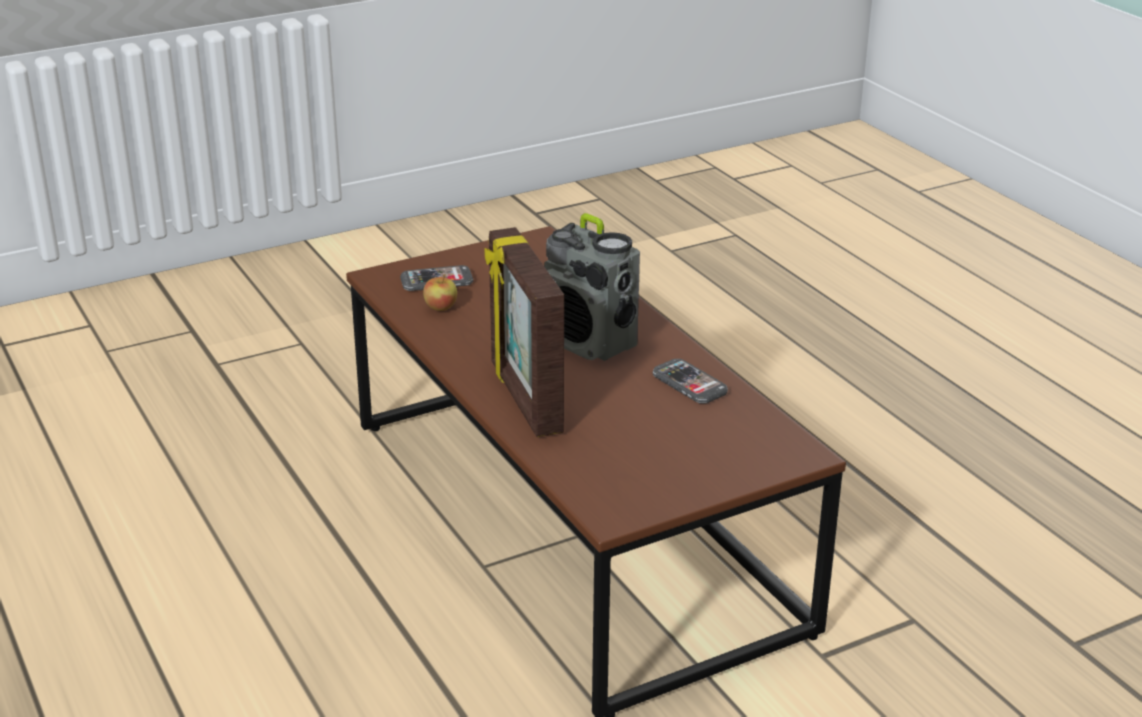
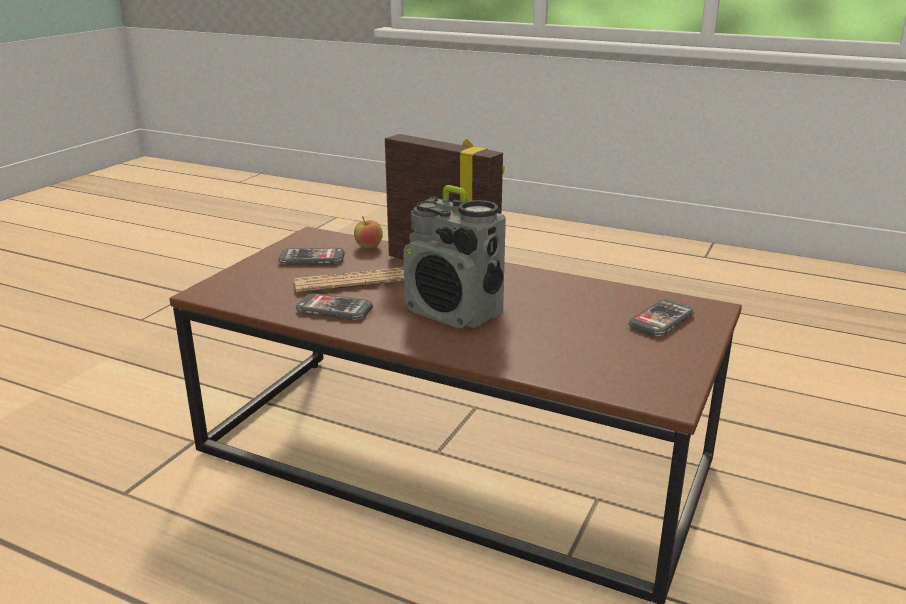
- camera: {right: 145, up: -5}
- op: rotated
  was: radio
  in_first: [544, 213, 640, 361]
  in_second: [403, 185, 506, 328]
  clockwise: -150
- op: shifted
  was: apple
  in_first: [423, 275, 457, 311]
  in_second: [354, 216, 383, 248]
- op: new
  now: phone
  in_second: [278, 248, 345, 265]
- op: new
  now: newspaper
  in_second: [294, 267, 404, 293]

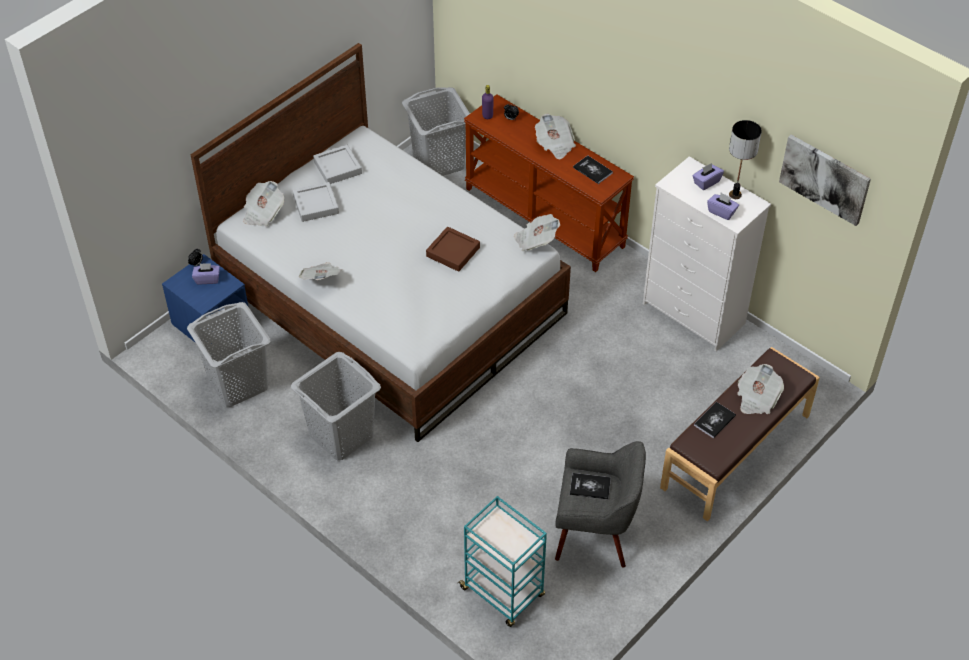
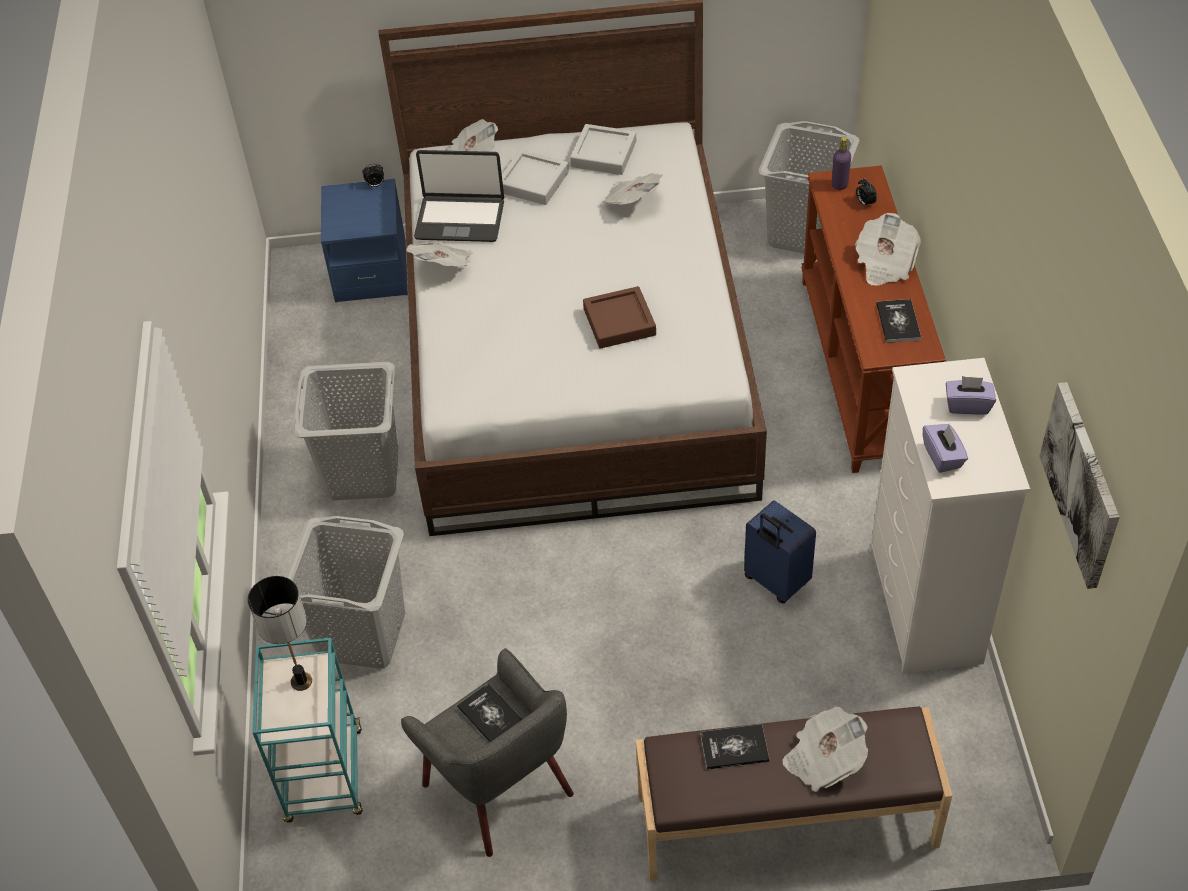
- camera: {right: 45, up: 0}
- op: shifted
  was: table lamp
  in_first: [729, 120, 762, 199]
  in_second: [248, 576, 312, 691]
- op: shifted
  was: newspaper
  in_first: [514, 214, 560, 251]
  in_second: [602, 173, 663, 205]
- op: gone
  was: tissue box (purple)
  in_first: [192, 263, 220, 284]
- op: shifted
  was: laundry basket (grey)
  in_first: [187, 302, 270, 407]
  in_second: [286, 516, 405, 668]
- op: new
  now: laptop
  in_second: [414, 150, 504, 242]
- op: new
  now: suitcase (blue)
  in_second: [744, 500, 816, 603]

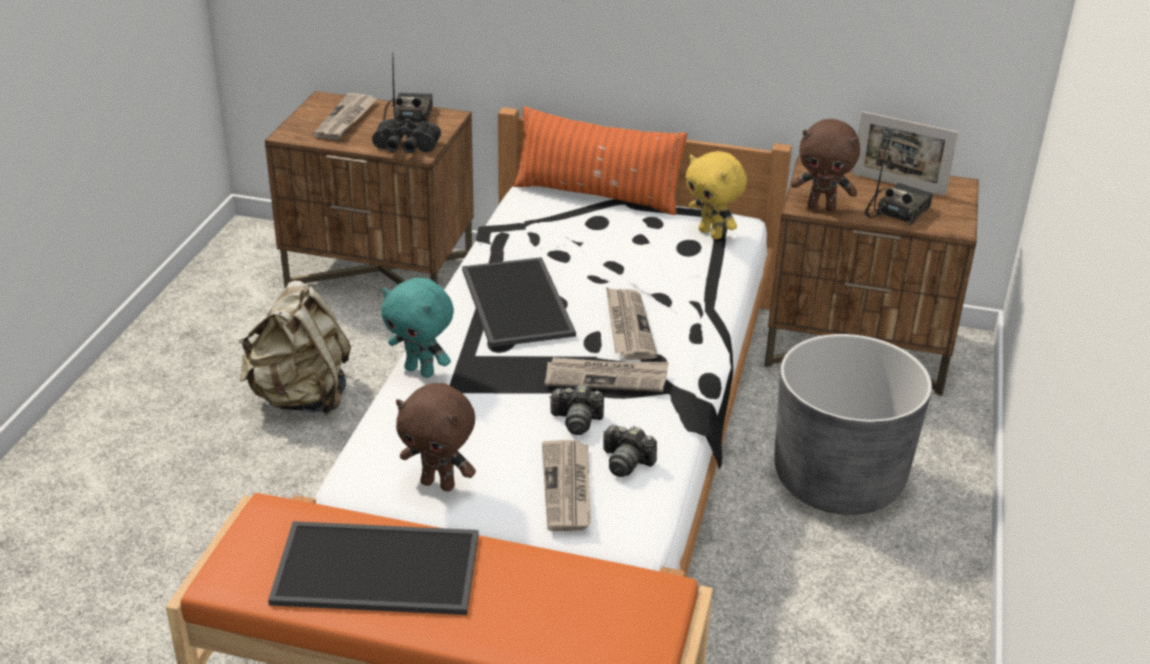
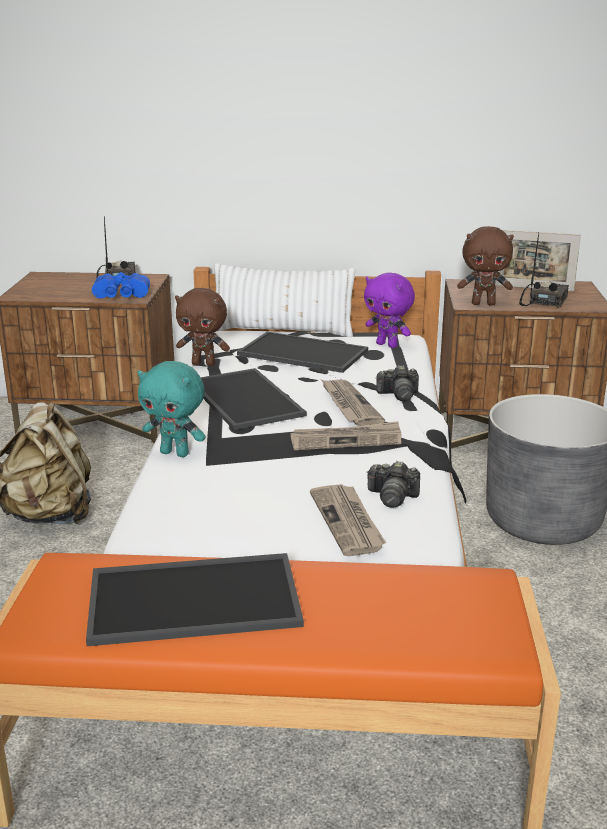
- camera: {right: -10, up: -10}
- op: gone
  was: newspaper
  in_first: [313, 93, 377, 140]
- op: repainted
  was: pillow (orange)
  now: pillow (white)
  in_first: [514, 106, 687, 215]
  in_second: [214, 263, 355, 337]
- op: repainted
  was: binoculars (black)
  now: binoculars (blue)
  in_first: [372, 119, 441, 153]
  in_second: [92, 272, 150, 298]
- op: repainted
  was: plush toy (yellow)
  now: plush toy (purple)
  in_first: [685, 151, 747, 240]
  in_second: [364, 273, 415, 348]
- op: shifted
  was: plush toy (brown)
  in_first: [396, 383, 476, 492]
  in_second: [175, 288, 230, 366]
- op: shifted
  was: photo camera
  in_first: [549, 385, 604, 435]
  in_second: [376, 365, 419, 401]
- op: new
  now: tray
  in_second: [237, 332, 368, 373]

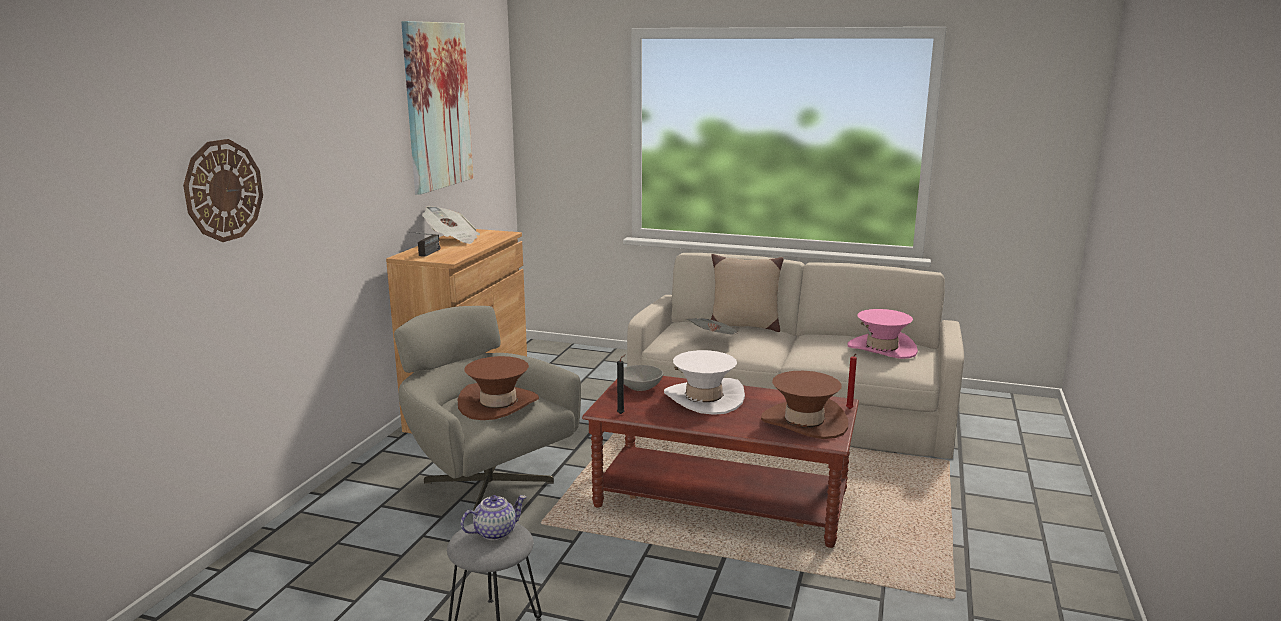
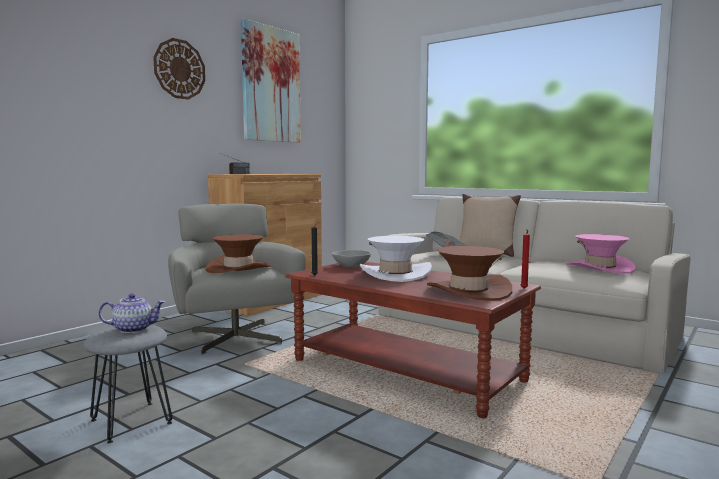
- camera: {right: 20, up: -10}
- op: shifted
  was: wall clock
  in_first: [183, 139, 263, 242]
  in_second: [153, 38, 205, 100]
- op: gone
  was: newspaper
  in_first: [422, 206, 480, 244]

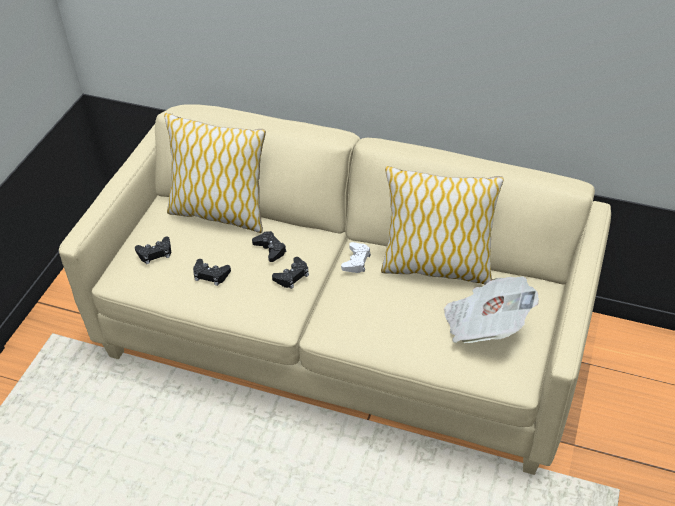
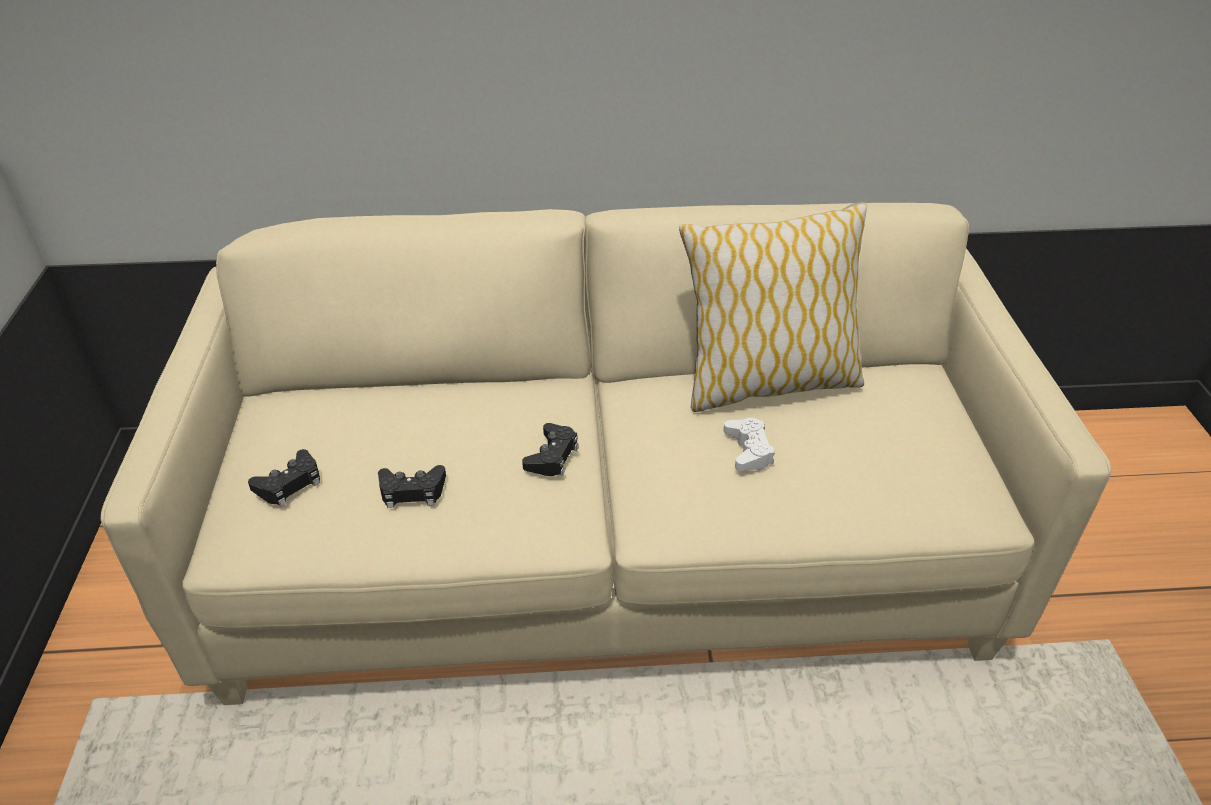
- camera: {right: -25, up: -5}
- op: gone
  was: pillow
  in_first: [164, 113, 266, 233]
- op: gone
  was: game controller (black)
  in_first: [252, 231, 287, 262]
- op: shifted
  was: game controller (white)
  in_first: [341, 242, 371, 273]
  in_second: [723, 418, 774, 471]
- op: gone
  was: newspaper
  in_first: [444, 276, 539, 343]

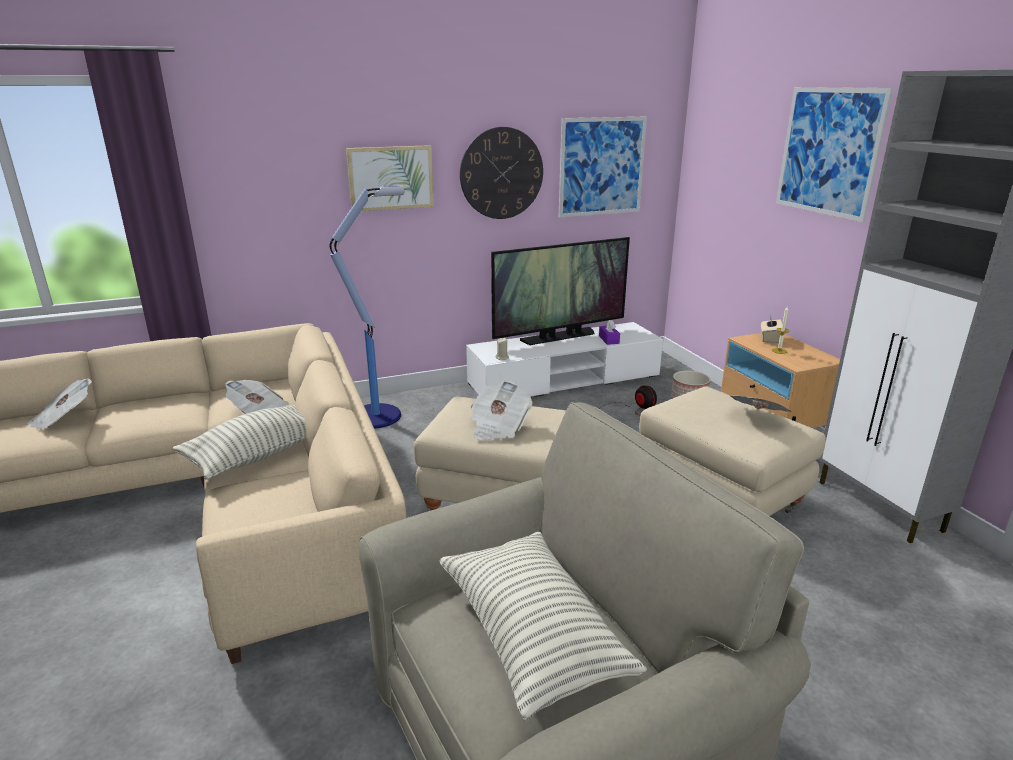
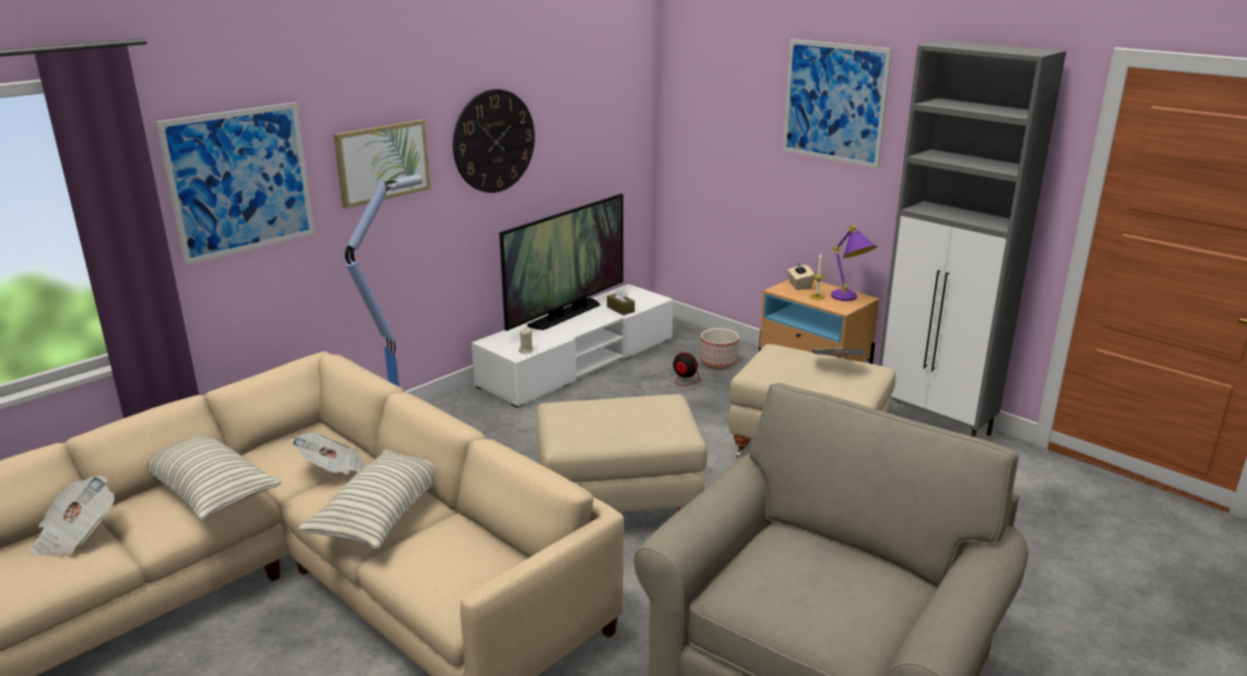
- camera: {right: -25, up: 0}
- op: shifted
  was: picture
  in_first: [559, 117, 647, 217]
  in_second: [156, 102, 315, 265]
- op: repainted
  was: tissue box (purple)
  now: tissue box (brown)
  in_first: [599, 320, 620, 345]
  in_second: [607, 287, 635, 315]
- op: gone
  was: newspaper
  in_first: [471, 381, 532, 441]
- op: shifted
  was: pillow
  in_first: [439, 532, 647, 722]
  in_second: [146, 435, 281, 521]
- op: new
  now: table lamp (purple)
  in_second: [831, 225, 878, 301]

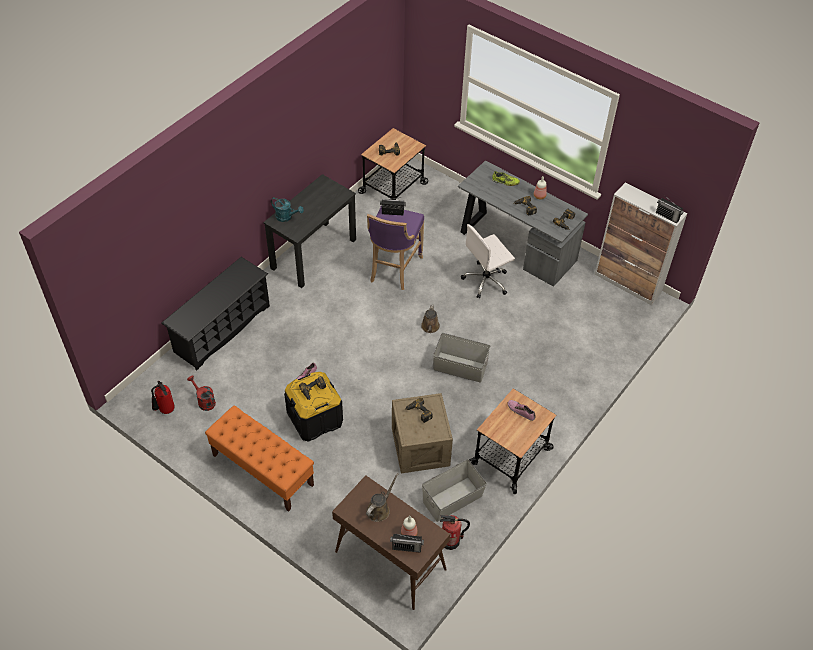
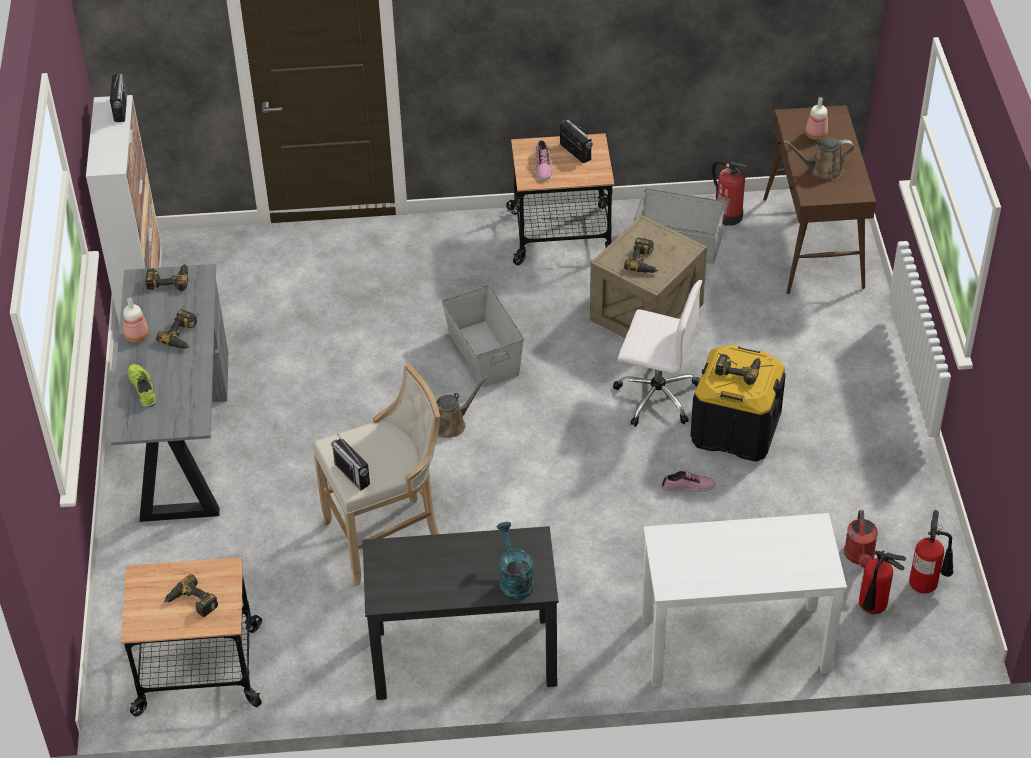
- camera: {right: -130, up: -5}
- op: repainted
  was: stool (purple)
  now: stool (beige)
  in_first: [367, 205, 424, 290]
  in_second: [313, 364, 440, 586]
- op: shifted
  was: office chair (white)
  in_first: [461, 224, 515, 299]
  in_second: [613, 280, 702, 427]
- op: swapped
  was: shoe rack (black)
  now: desk (white)
  in_first: [161, 257, 270, 370]
  in_second: [641, 513, 847, 687]
- op: gone
  was: bench (orange)
  in_first: [205, 406, 314, 512]
- op: shifted
  was: radio
  in_first: [390, 534, 424, 553]
  in_second: [560, 120, 593, 163]
- op: new
  now: fire extinguisher
  in_second: [859, 551, 906, 614]

